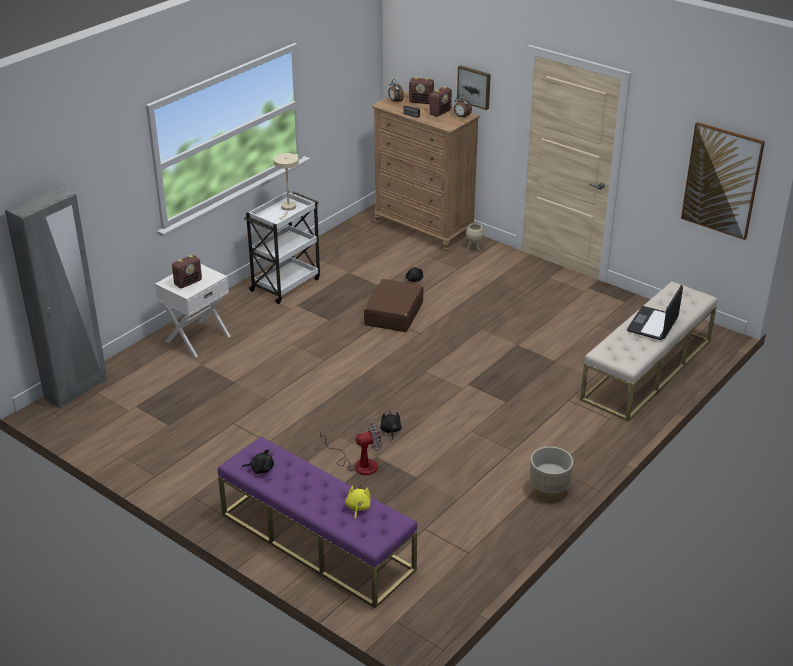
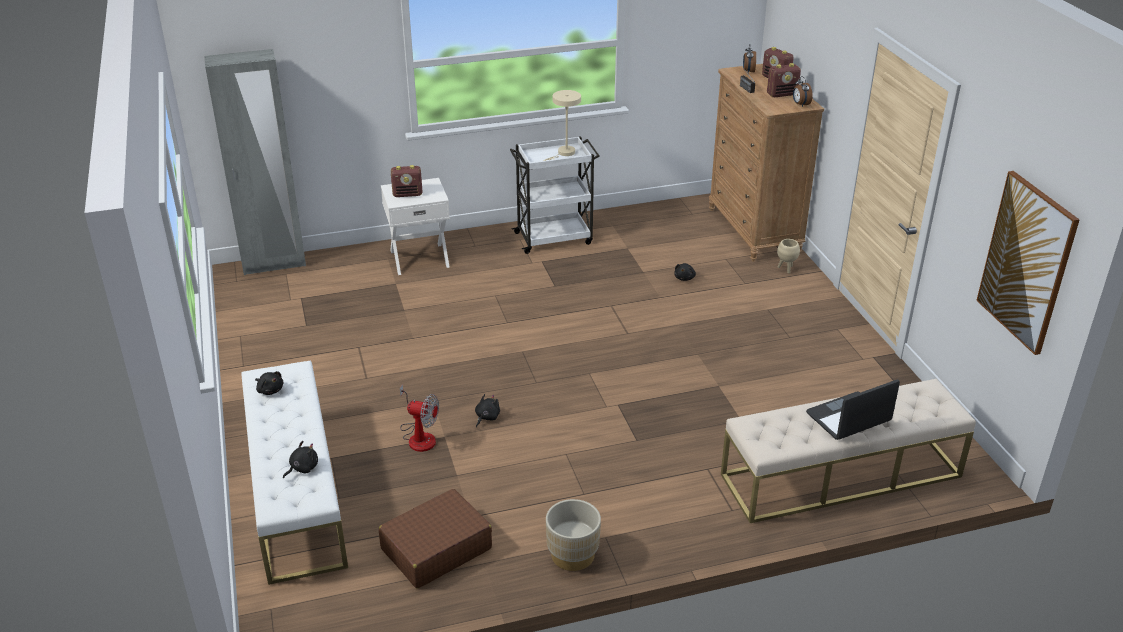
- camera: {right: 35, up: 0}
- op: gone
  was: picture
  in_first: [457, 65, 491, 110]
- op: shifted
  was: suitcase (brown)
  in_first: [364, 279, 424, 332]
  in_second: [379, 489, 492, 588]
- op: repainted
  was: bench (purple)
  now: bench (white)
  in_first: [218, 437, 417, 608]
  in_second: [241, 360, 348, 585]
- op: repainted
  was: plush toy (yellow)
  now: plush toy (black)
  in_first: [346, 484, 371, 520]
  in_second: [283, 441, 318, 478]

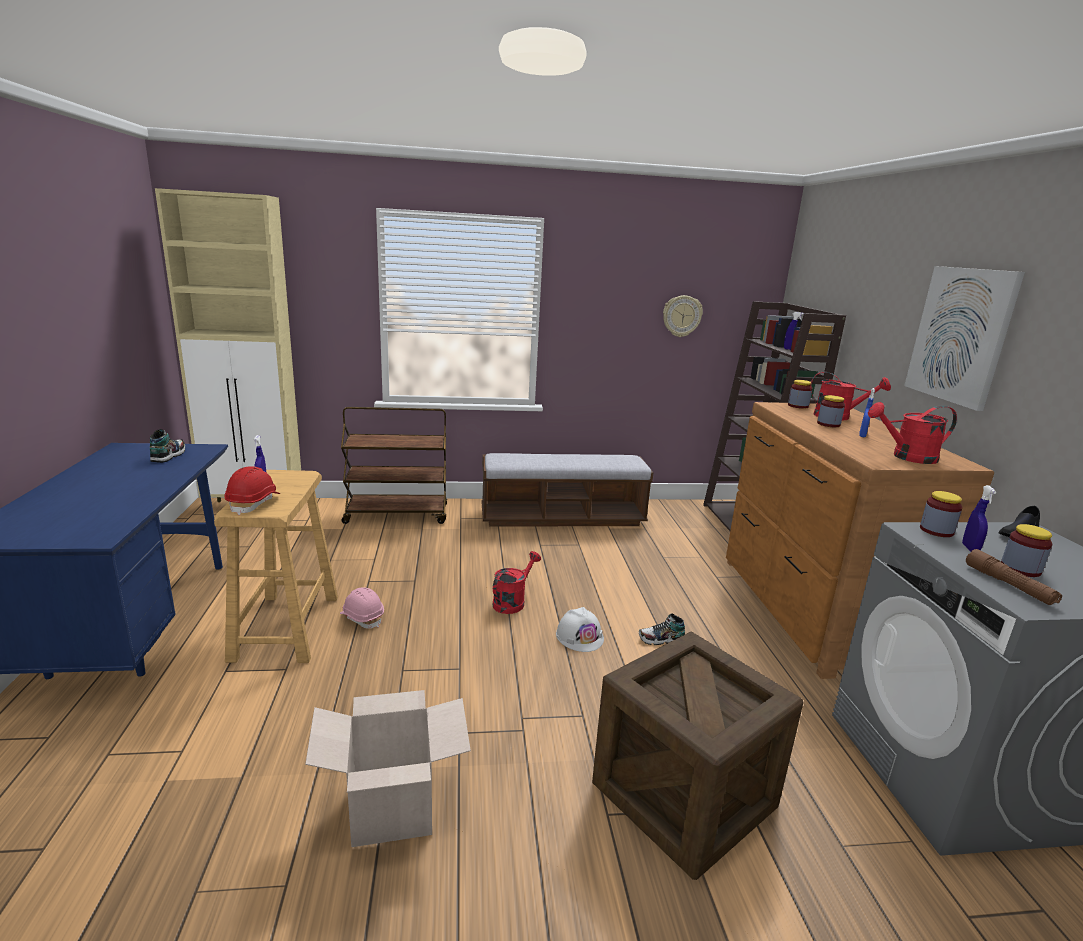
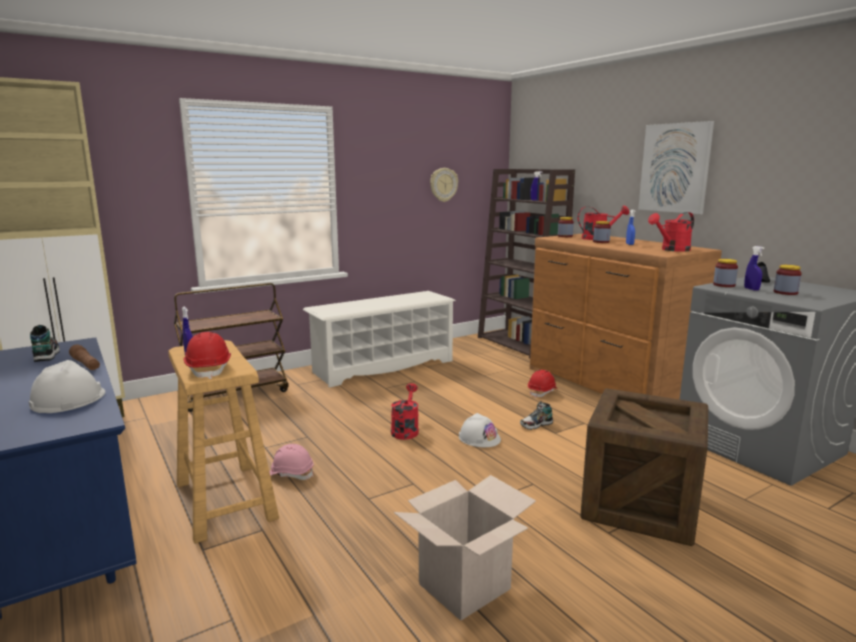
- camera: {right: -25, up: -5}
- op: swapped
  was: bench
  now: shoe rack (white)
  in_first: [481, 453, 653, 526]
  in_second: [303, 291, 456, 388]
- op: shifted
  was: flashlight (brown)
  in_first: [966, 549, 1062, 605]
  in_second: [69, 345, 100, 370]
- op: new
  now: hard hat (white)
  in_second: [29, 360, 105, 413]
- op: new
  now: hard hat (red)
  in_second: [528, 370, 557, 398]

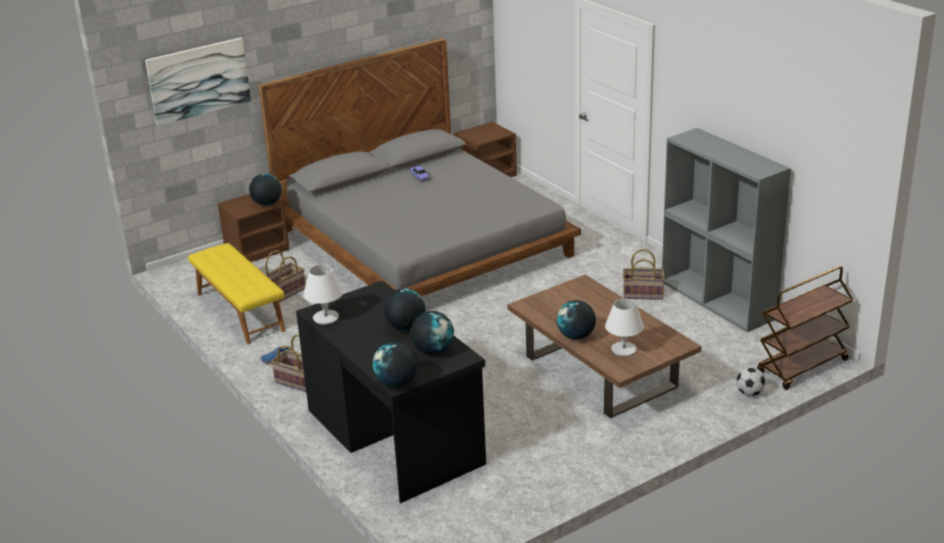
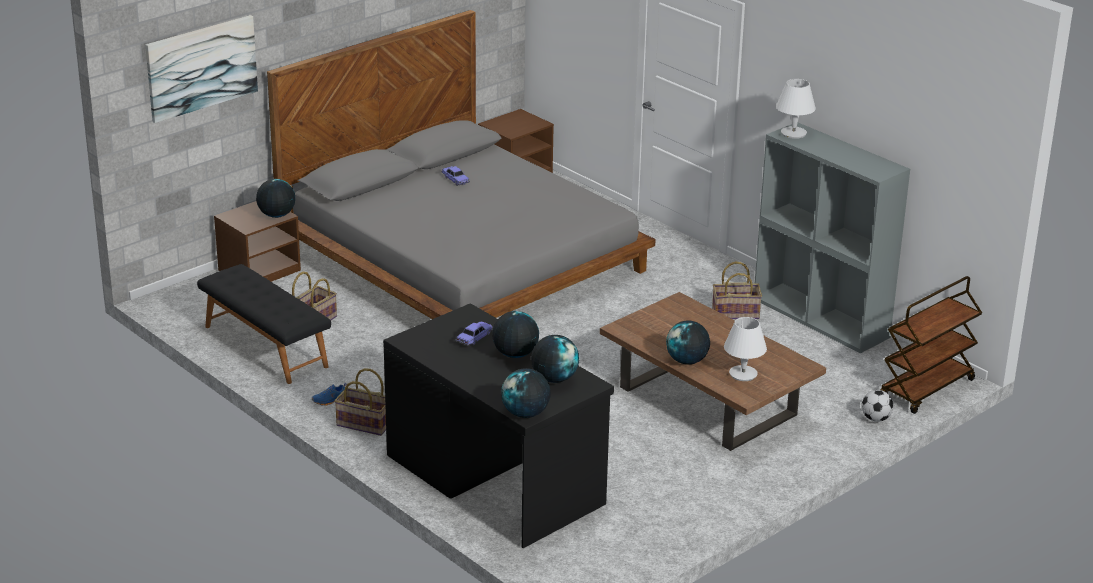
- camera: {right: -10, up: 0}
- op: repainted
  was: bench (yellow)
  now: bench (black)
  in_first: [188, 243, 285, 345]
  in_second: [197, 264, 331, 384]
- op: shifted
  was: table lamp (white)
  in_first: [303, 265, 343, 325]
  in_second: [776, 79, 816, 139]
- op: new
  now: toy car
  in_second: [455, 321, 493, 346]

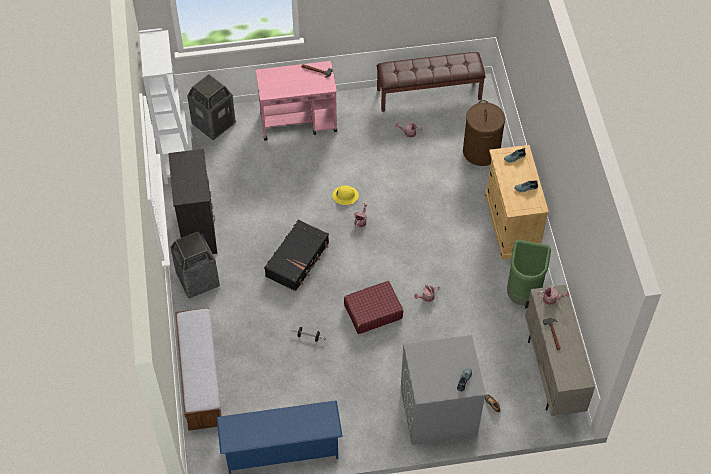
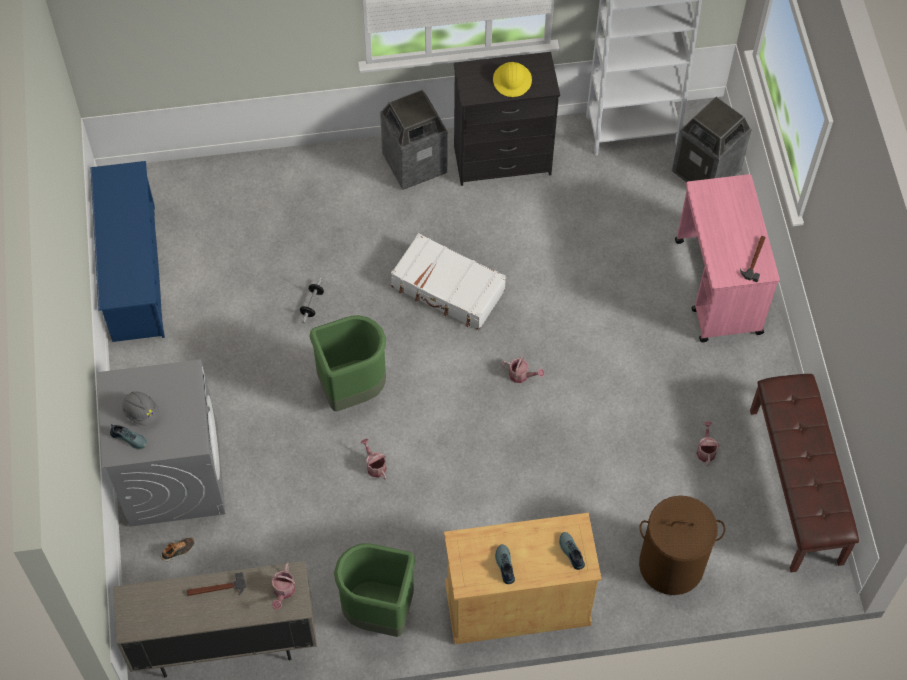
- camera: {right: 90, up: 5}
- op: shifted
  was: hard hat (yellow)
  in_first: [332, 185, 359, 205]
  in_second: [493, 62, 532, 97]
- op: repainted
  was: suitcase (black)
  now: suitcase (white)
  in_first: [264, 219, 329, 291]
  in_second: [391, 233, 506, 330]
- op: swapped
  was: suitcase (red)
  now: trash can (green)
  in_first: [344, 281, 403, 334]
  in_second: [309, 315, 386, 411]
- op: gone
  was: bench
  in_first: [175, 308, 221, 431]
- op: new
  now: hard hat (grey)
  in_second: [122, 391, 160, 426]

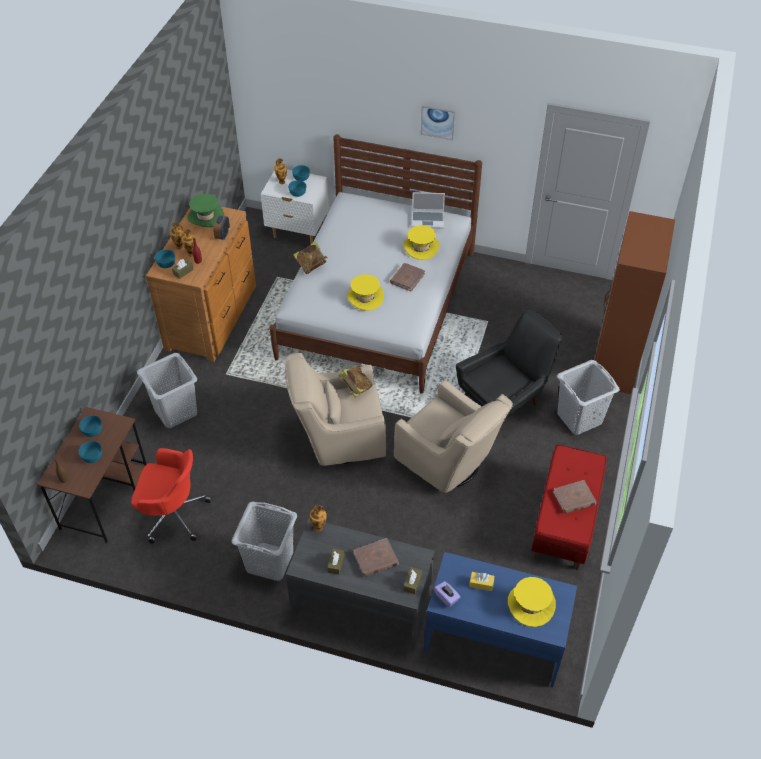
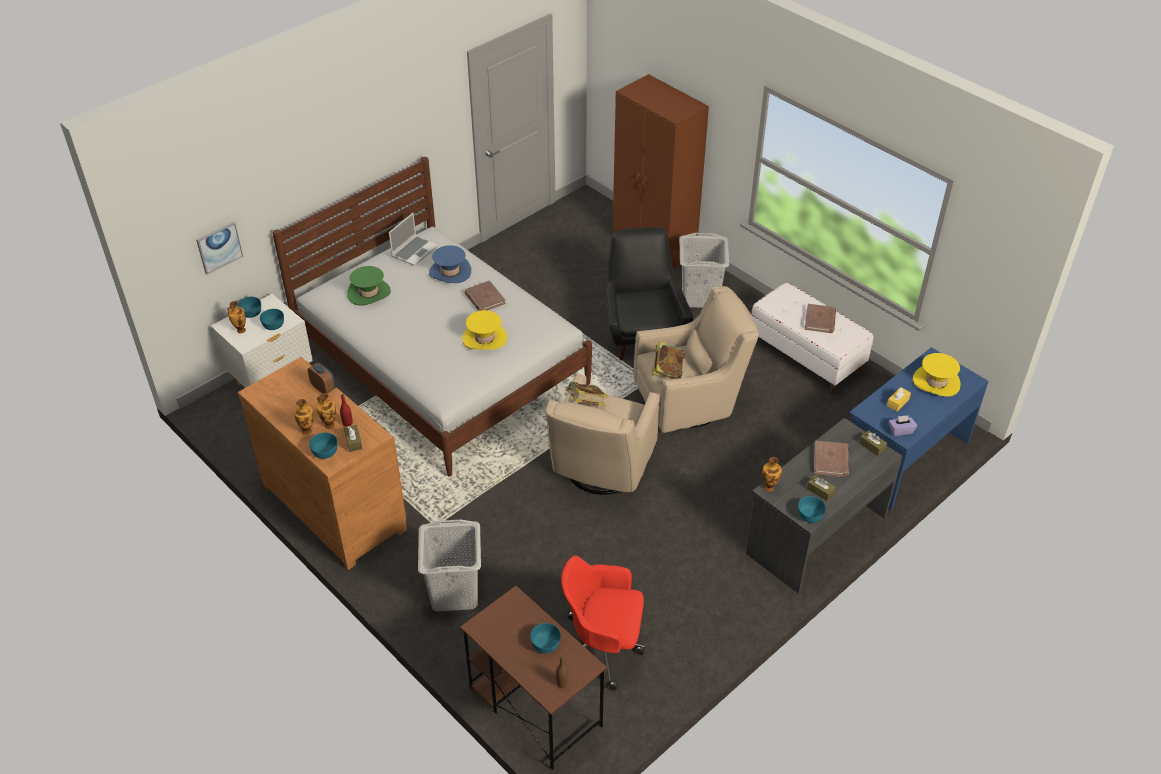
- camera: {right: -60, up: -5}
- op: shifted
  was: picture
  in_first: [421, 105, 455, 140]
  in_second: [196, 222, 243, 275]
- op: shifted
  was: hat (green)
  in_first: [187, 194, 224, 227]
  in_second: [347, 266, 391, 306]
- op: repainted
  was: hat (yellow)
  now: hat (blue)
  in_first: [404, 225, 439, 260]
  in_second: [429, 245, 471, 283]
- op: shifted
  was: book
  in_first: [293, 241, 327, 274]
  in_second: [652, 342, 684, 379]
- op: shifted
  was: bowl (turquoise)
  in_first: [79, 415, 102, 437]
  in_second: [798, 496, 826, 523]
- op: repainted
  was: bench (red)
  now: bench (white)
  in_first: [531, 445, 607, 570]
  in_second: [751, 282, 873, 395]
- op: rotated
  was: office chair (red)
  in_first: [131, 448, 212, 543]
  in_second: [561, 556, 645, 691]
  clockwise: -120
- op: gone
  was: laundry basket (grey)
  in_first: [232, 501, 297, 581]

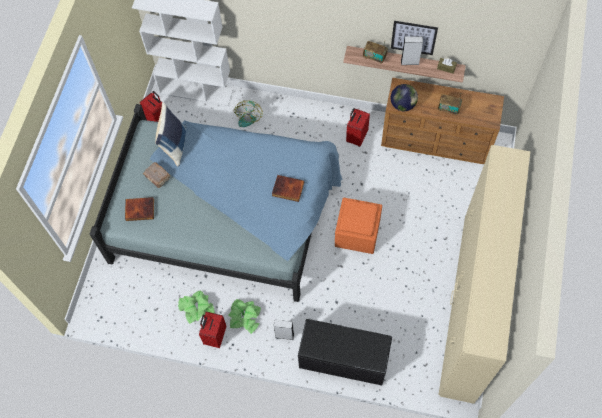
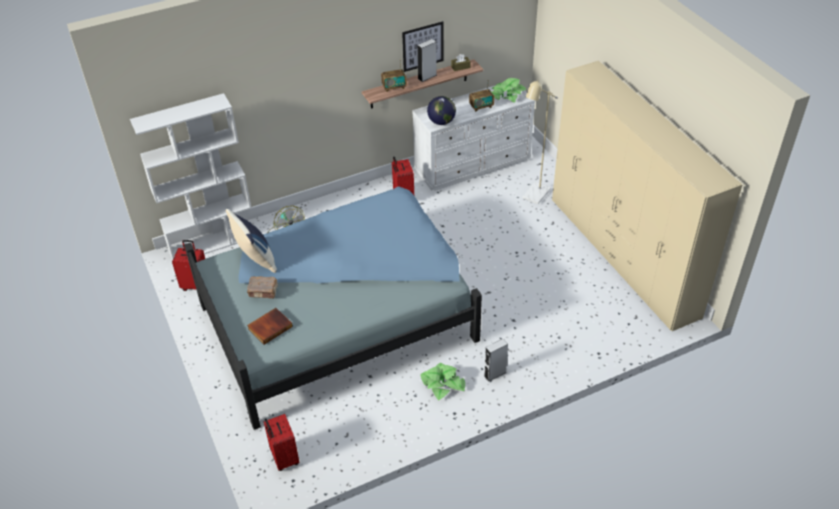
- camera: {right: -40, up: -20}
- op: repainted
  was: dresser (brown)
  now: dresser (white)
  in_first: [381, 78, 504, 164]
  in_second: [412, 85, 535, 191]
- op: gone
  was: book
  in_first: [272, 175, 304, 202]
- op: gone
  was: ottoman (orange)
  in_first: [335, 198, 382, 254]
- op: shifted
  was: potted plant
  in_first: [178, 290, 215, 324]
  in_second: [491, 78, 526, 103]
- op: shifted
  was: suitcase (red)
  in_first: [199, 312, 226, 348]
  in_second: [264, 414, 299, 471]
- op: gone
  was: bench (black)
  in_first: [298, 319, 392, 385]
- op: new
  now: floor lamp (beige)
  in_second: [522, 79, 558, 204]

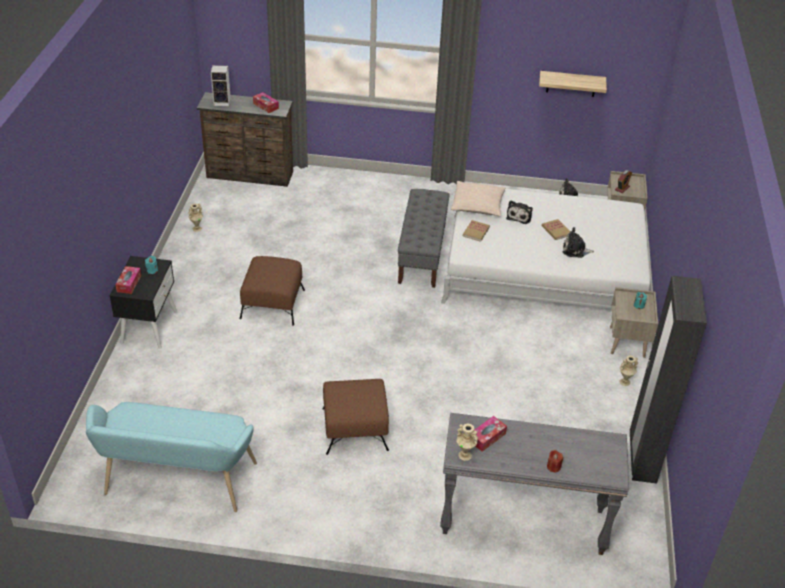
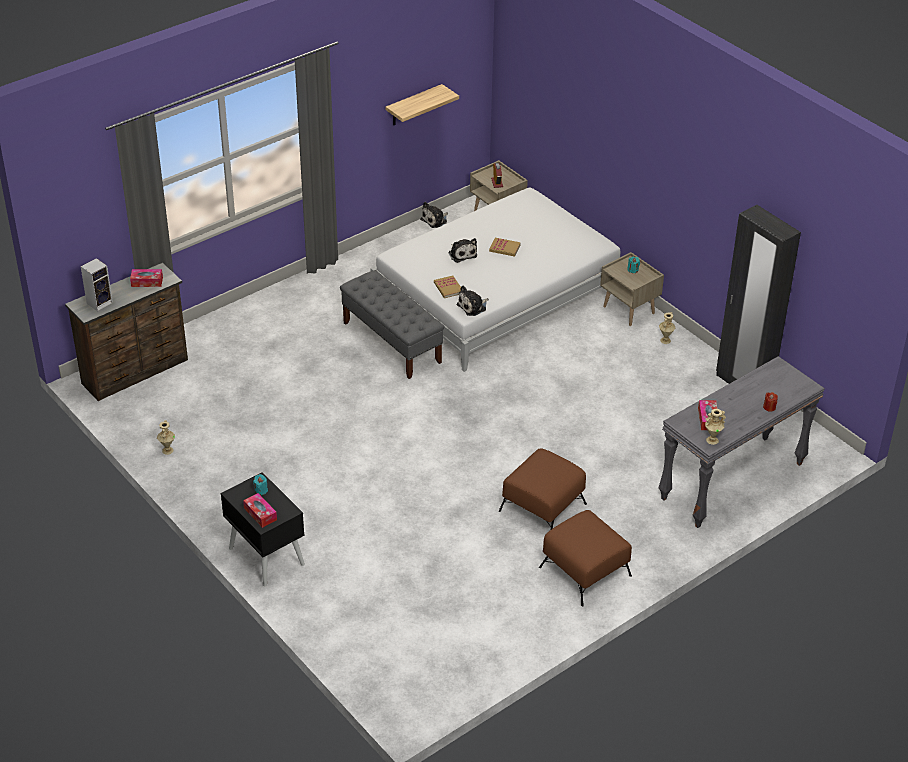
- camera: {right: -45, up: 0}
- op: gone
  was: pillow (beige)
  in_first: [451, 181, 505, 216]
- op: shifted
  was: plush toy
  in_first: [563, 227, 594, 258]
  in_second: [456, 286, 489, 316]
- op: shifted
  was: ottoman (brown)
  in_first: [240, 256, 305, 326]
  in_second: [539, 510, 632, 606]
- op: gone
  was: bench (turquoise)
  in_first: [86, 402, 257, 512]

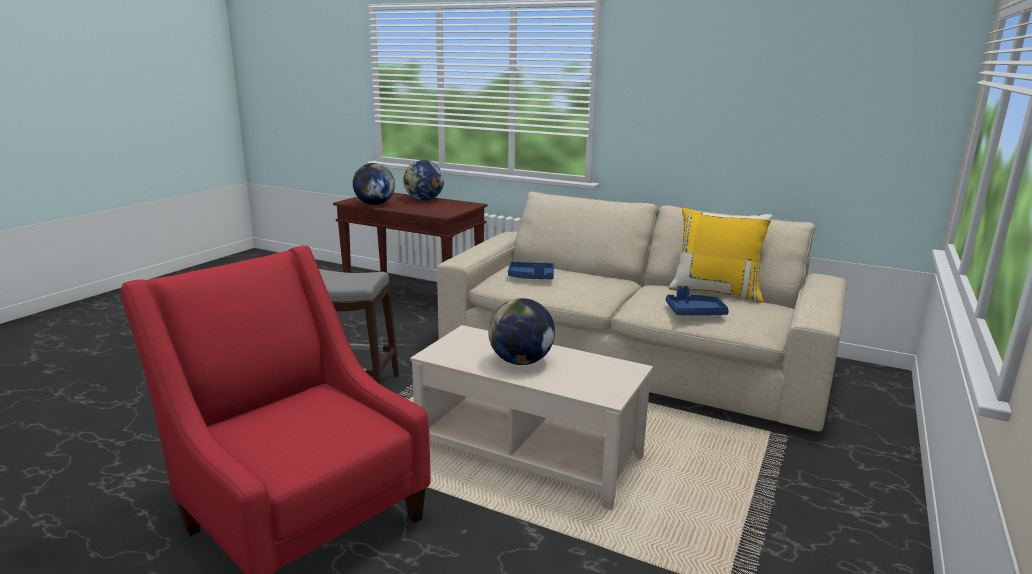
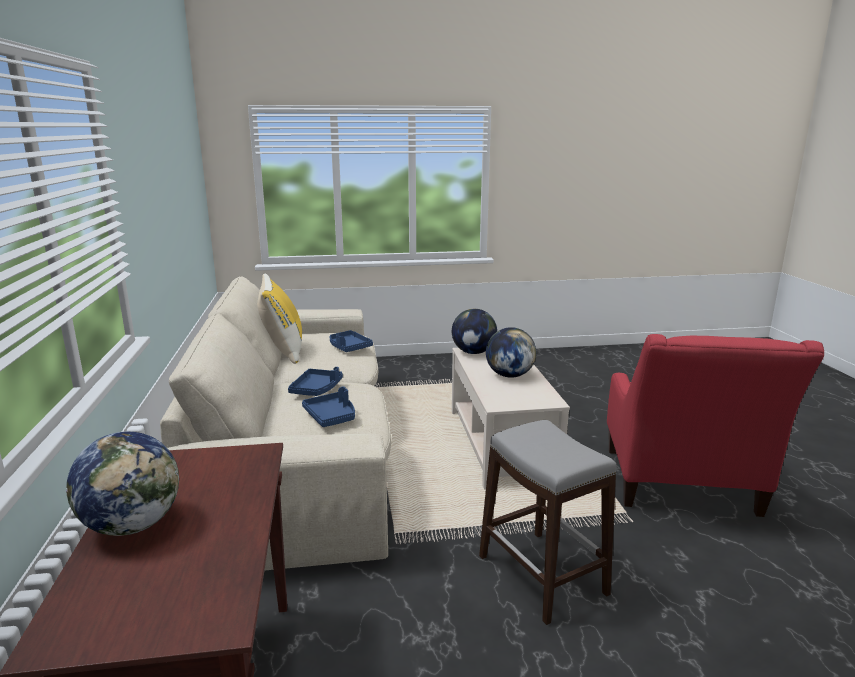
- camera: {right: -125, up: 0}
- op: shifted
  was: globe
  in_first: [353, 163, 395, 205]
  in_second: [452, 309, 497, 354]
- op: new
  now: tray (blue)
  in_second: [288, 367, 343, 396]

